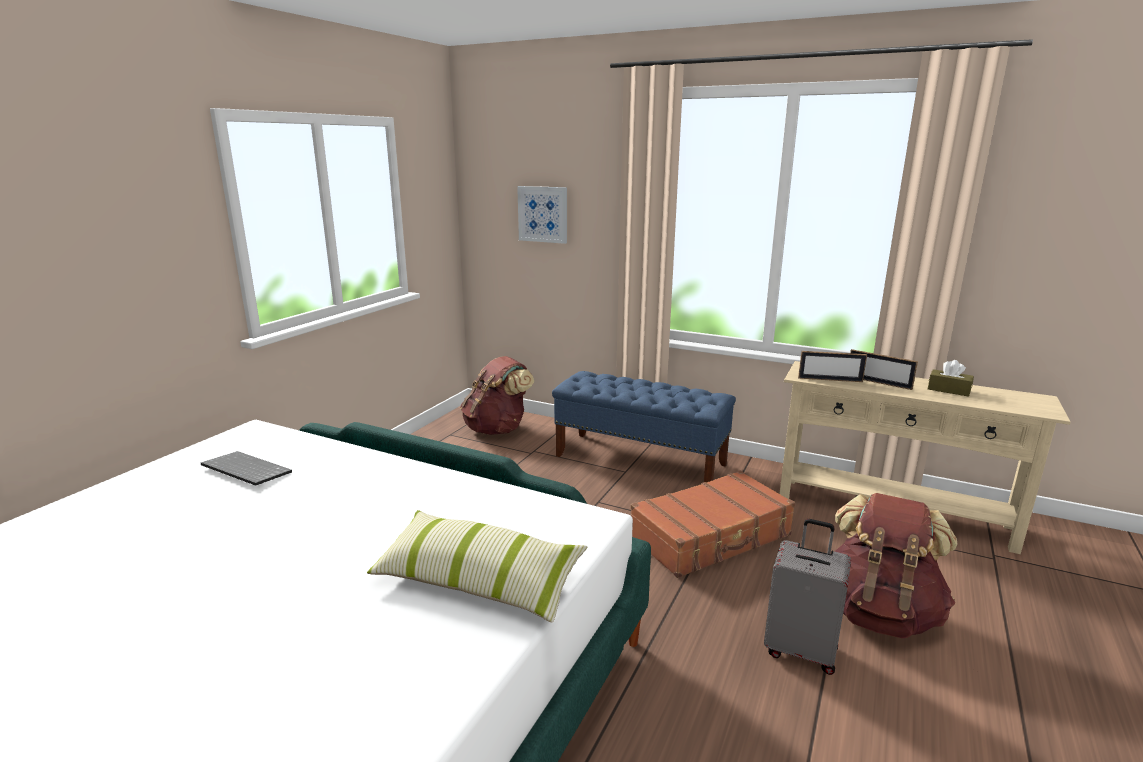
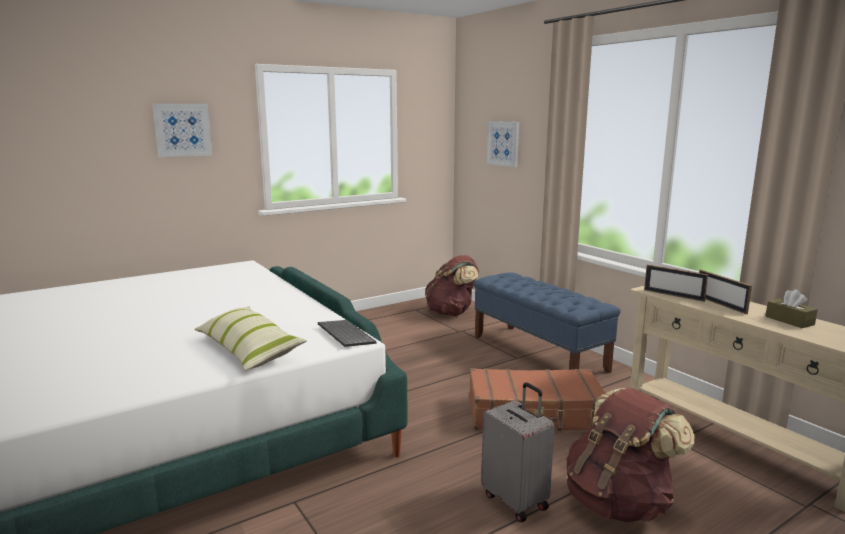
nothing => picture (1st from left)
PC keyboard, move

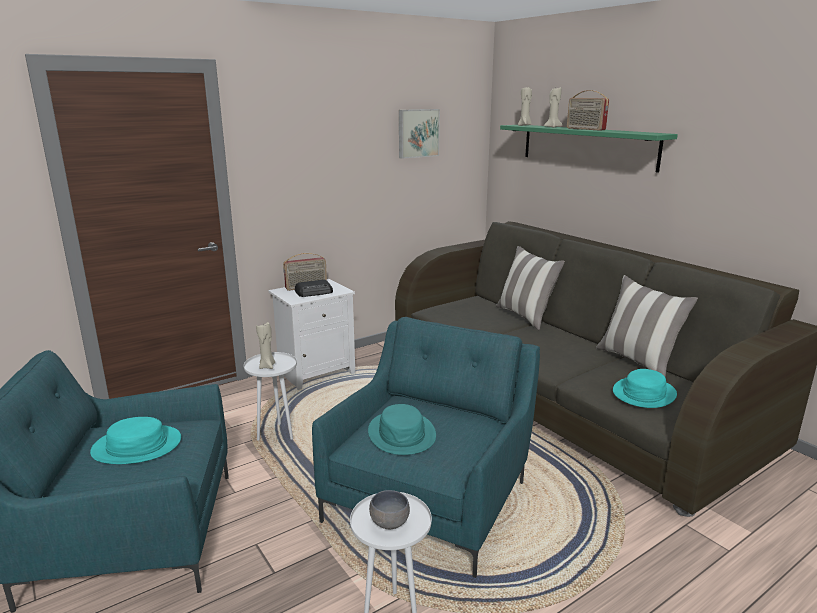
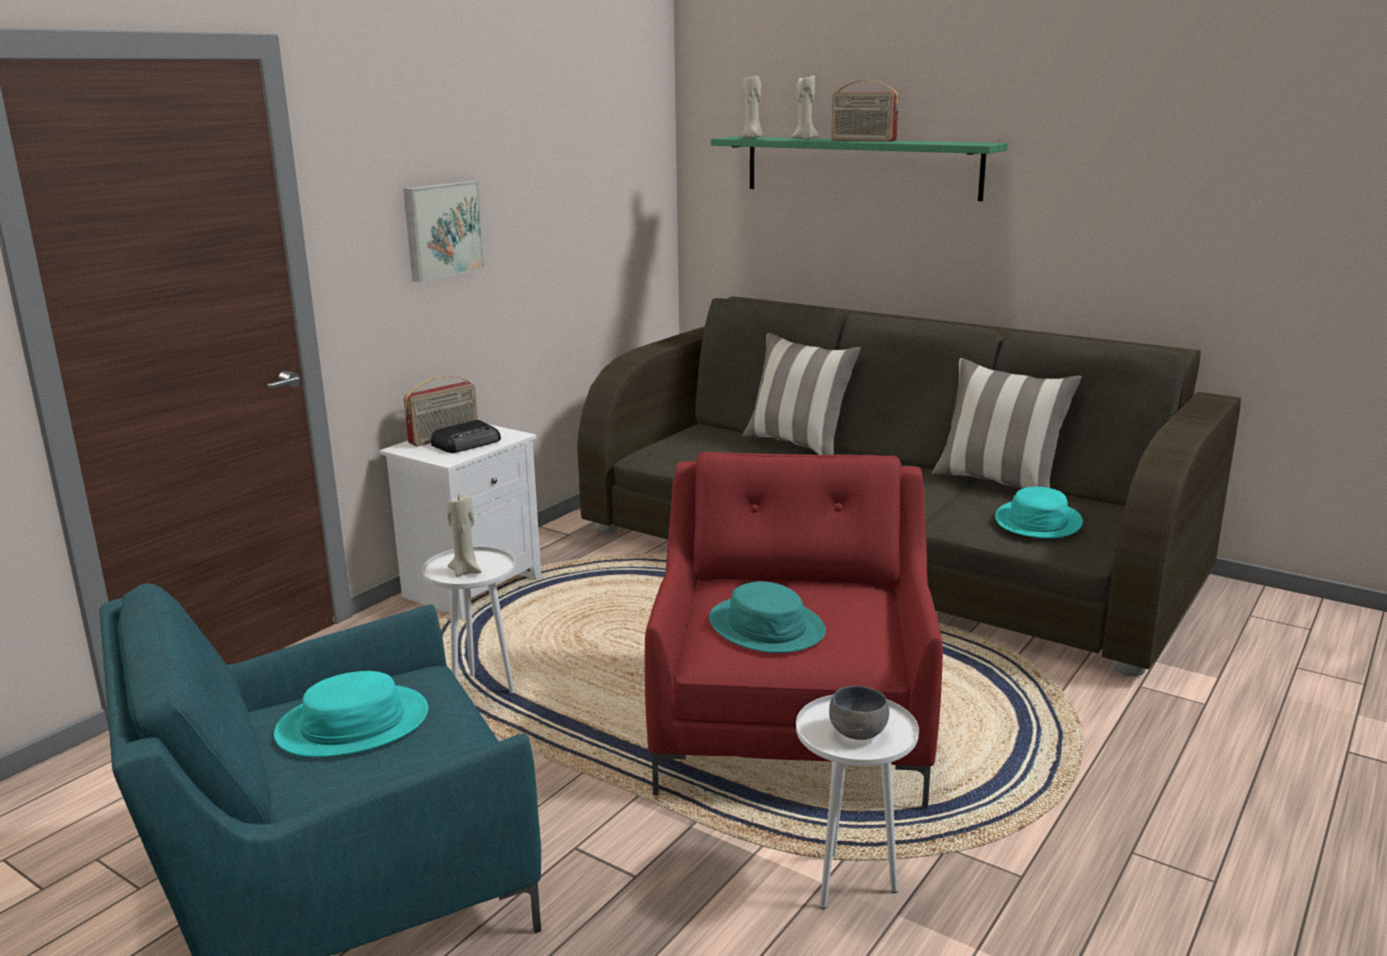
picture, move
blue-green armchair (2nd from left) => reddish armchair

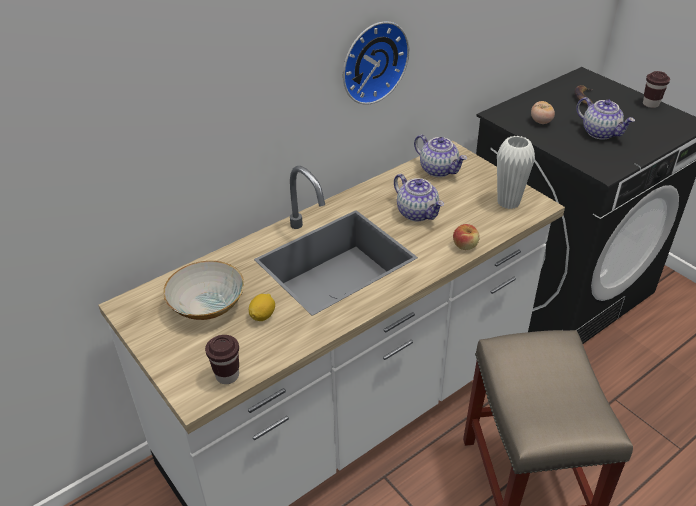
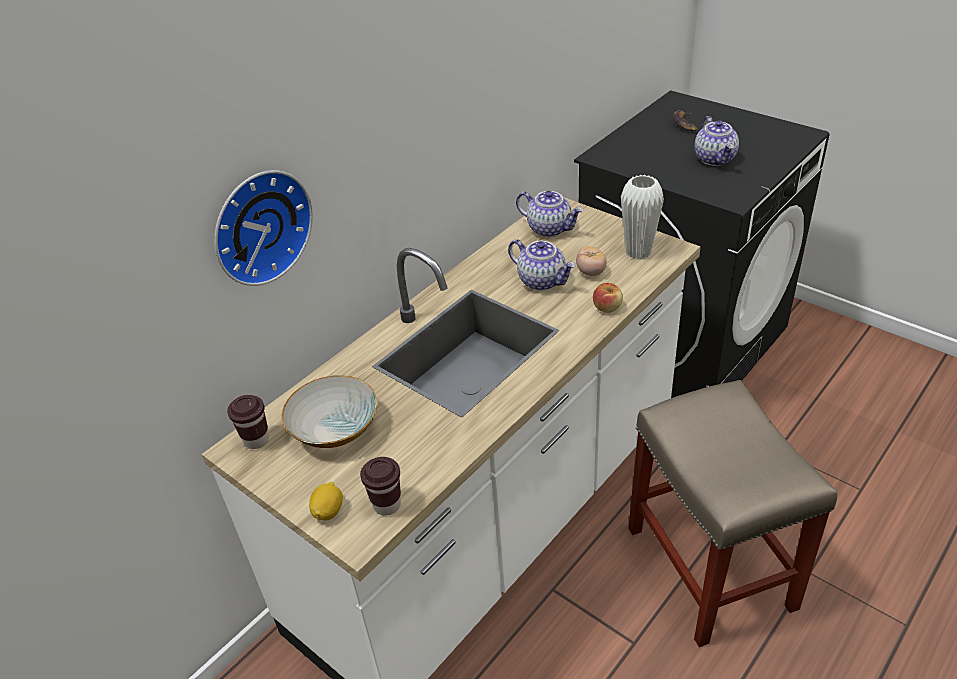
hanging clock, move
brown-coloured cup (2nd from left in the first image) => brown-coloured cup (1st from left), move
whole lemon, move
tomato, move
teapot (3rd from left), 45 degrees clockwise

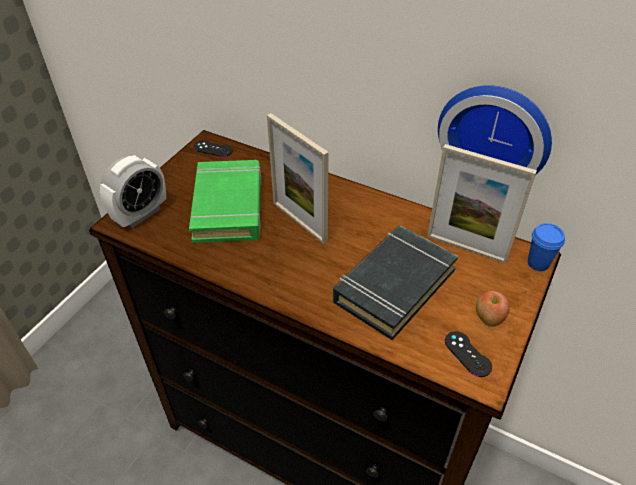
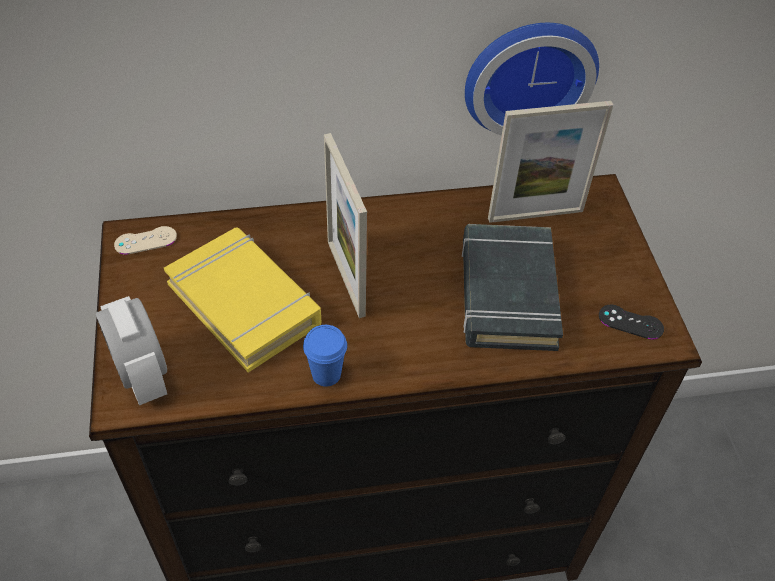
table clock, 150 degrees clockwise
blackish joypad (1st from left) => beige-coloured joypad
green-coloured book => yellowish book
blue cup, move
photo frame (1st from left), 60 degrees clockwise
apple fruit => nothing

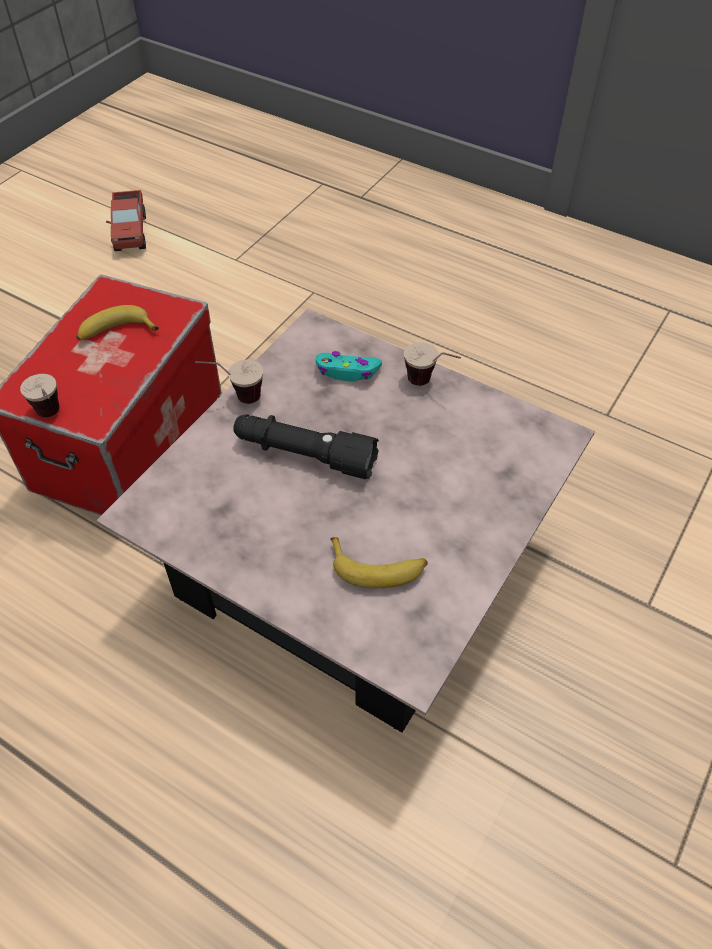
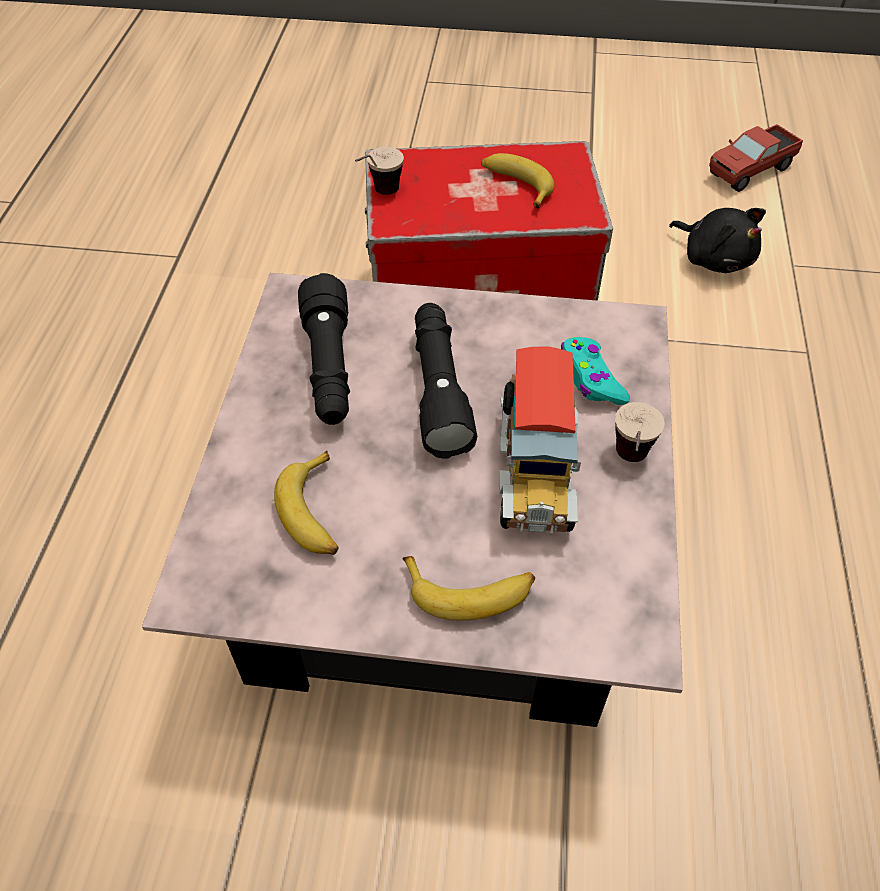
nothing => blackish flashlight (1st from left)
nothing => banana (2nd from left)
nothing => model truck (1st from left)
nothing => blackish soft toy
cup (2nd from left) => nothing

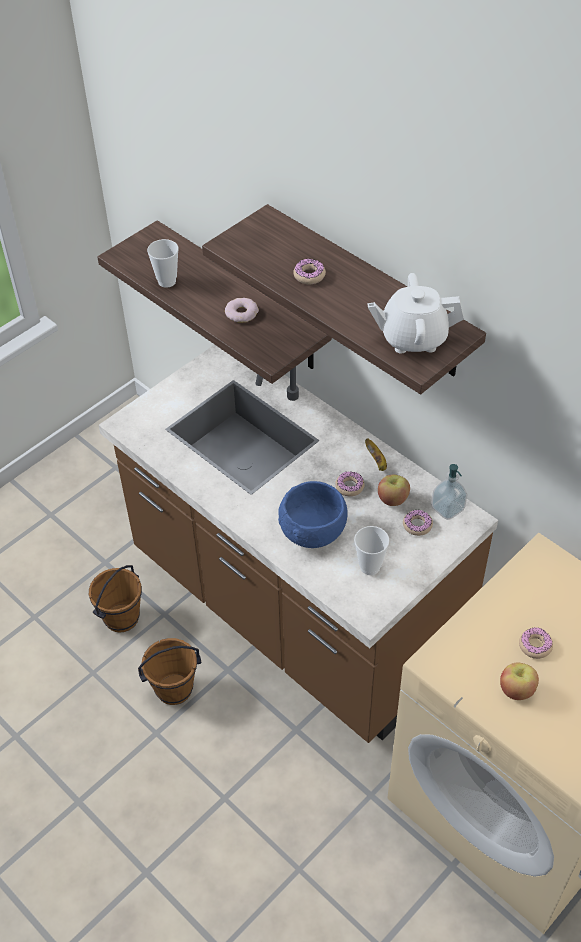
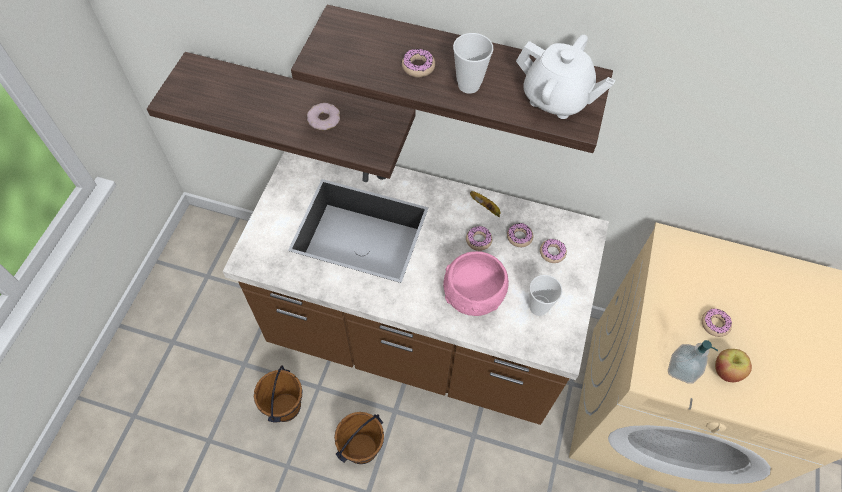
blue deep dish => pink deep dish
cup (1st from left), move
apple fruit (1st from left) => ring doughnut (4th from left)
whitish teapot, 120 degrees counterclockwise
soap dispenser, move

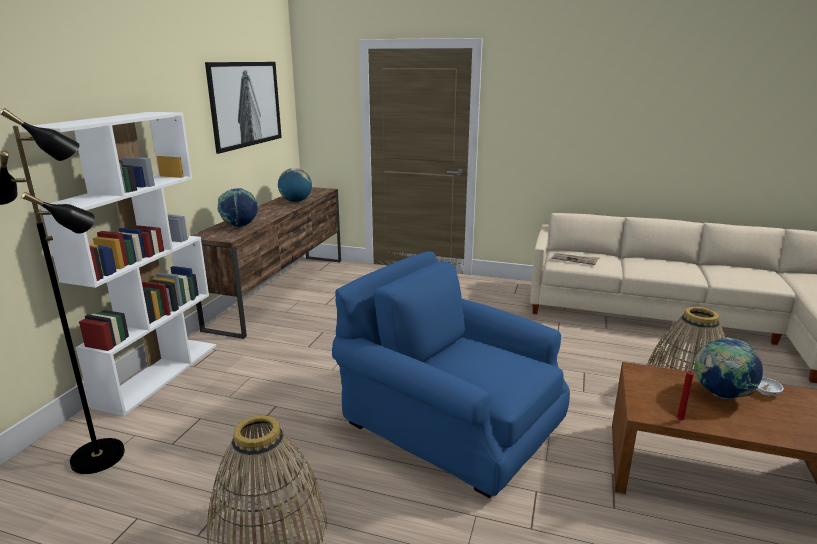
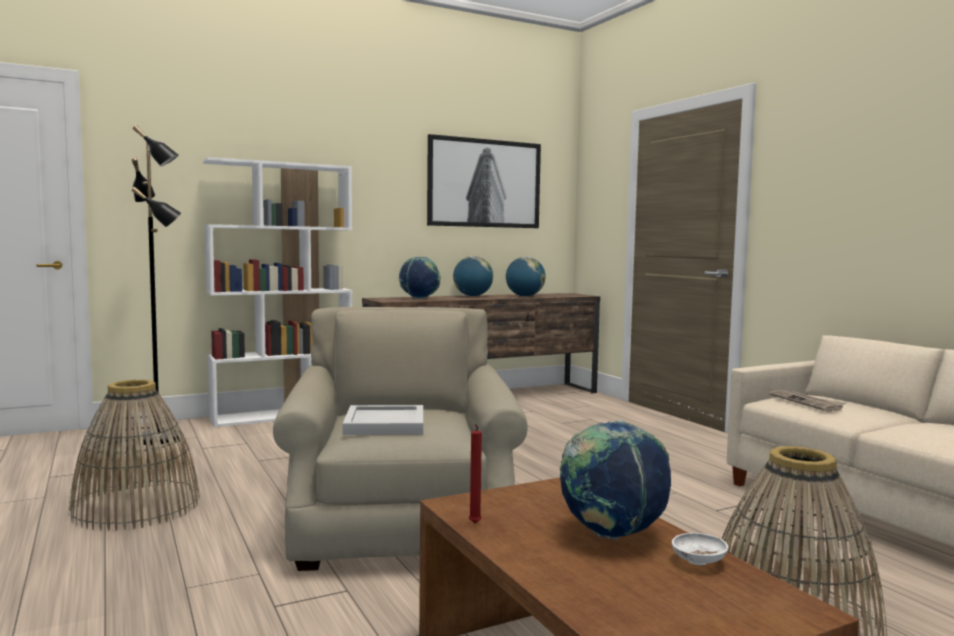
blue armchair => beige-coloured armchair
nothing => whitish carrying tray
nothing => globe (2nd from left)

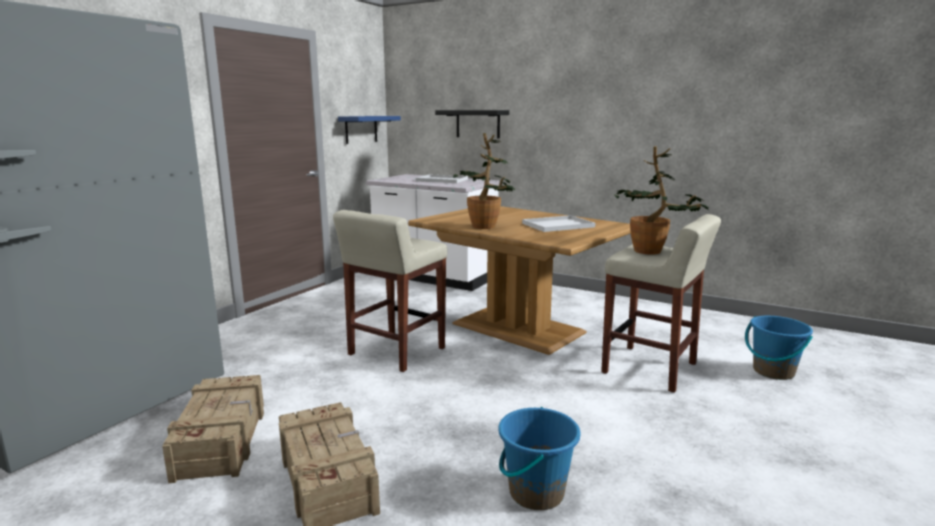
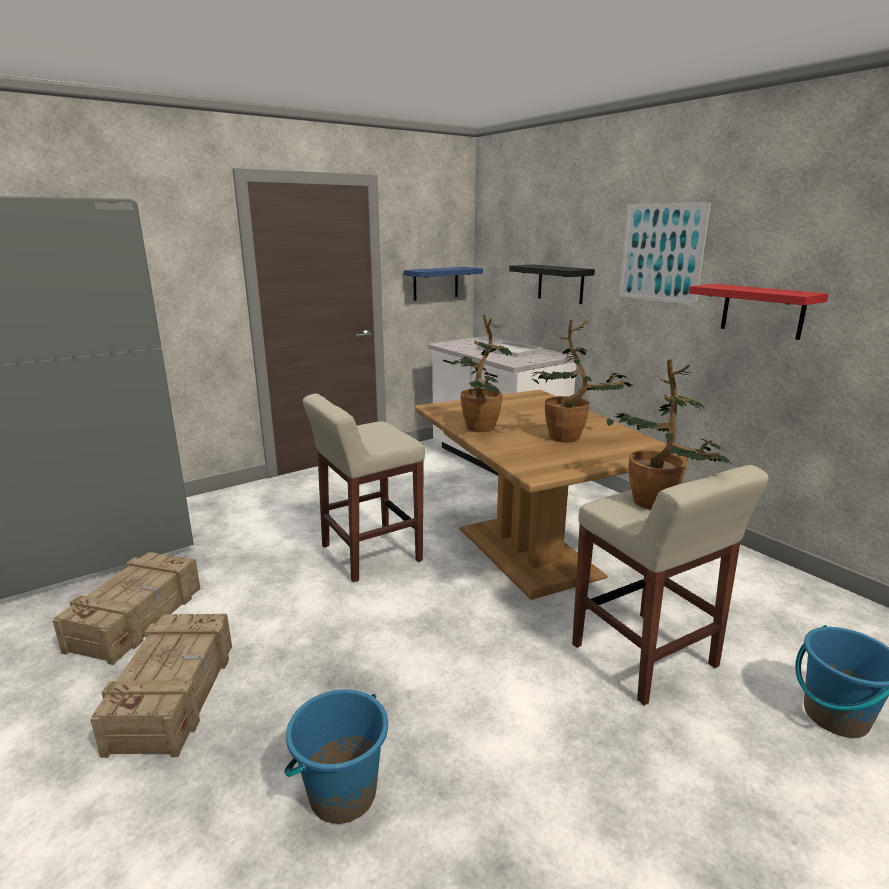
whitish carrying tray (2nd from left) => plant in a pot (2nd from left)
nothing => picture
nothing => reddish bracket shelf

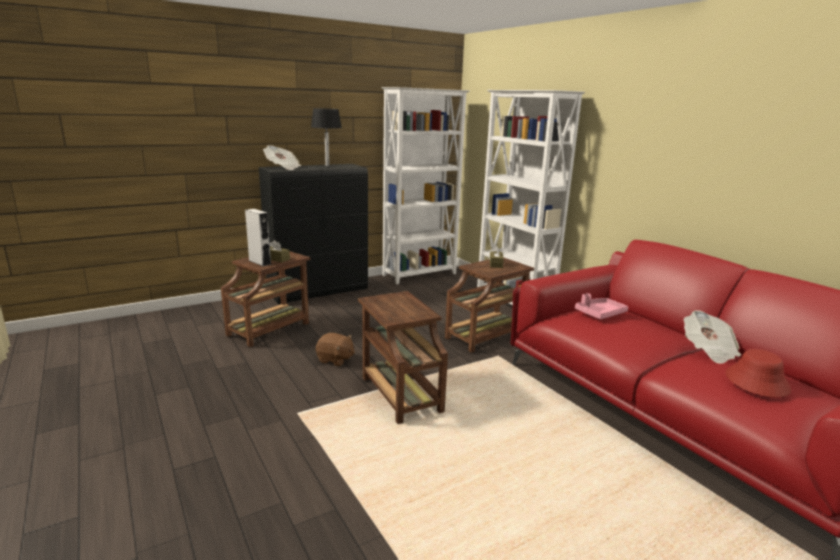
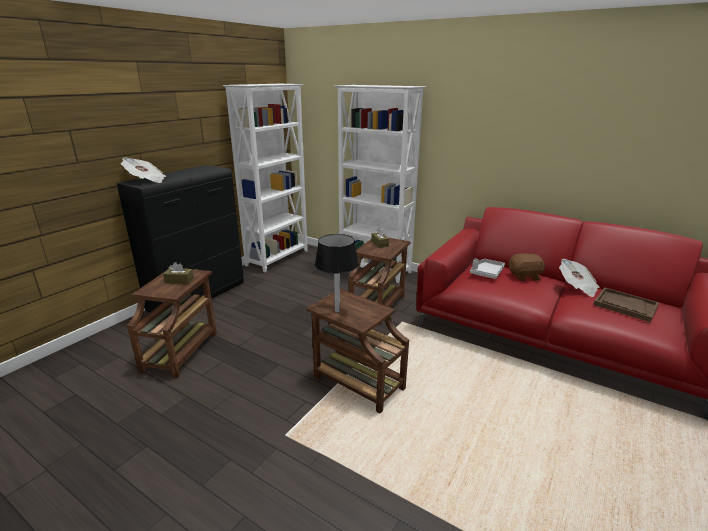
blackish lamp for a table, move
pink carrying tray => greyish carrying tray
brown-coloured soft toy, move
reddish clothing hat => brown-coloured carrying tray
greyish audio speaker => nothing

